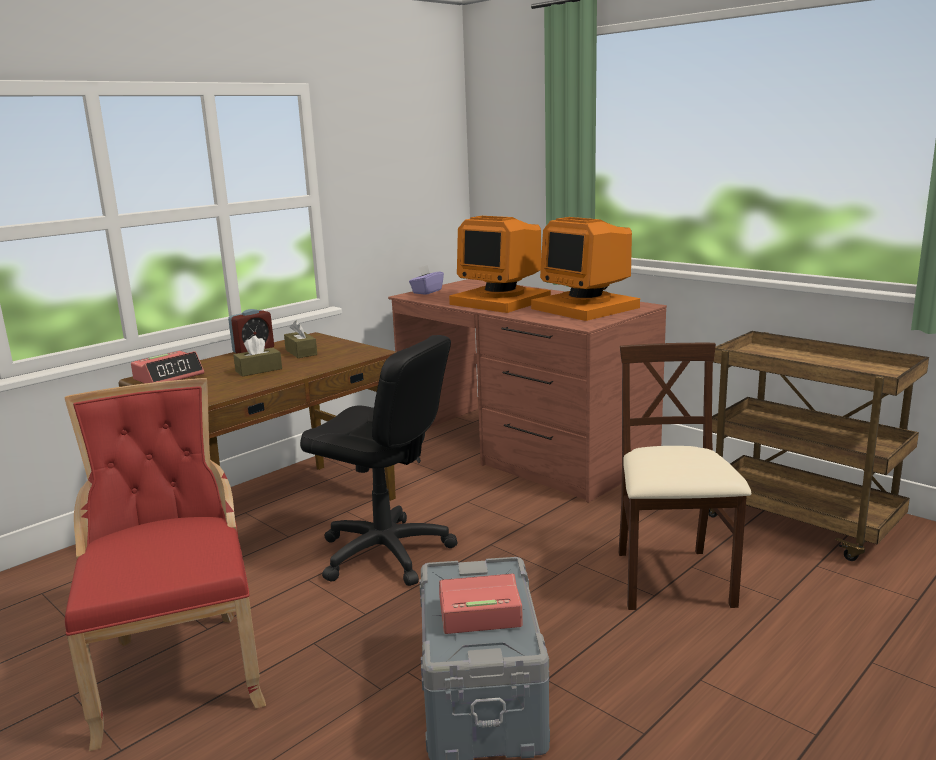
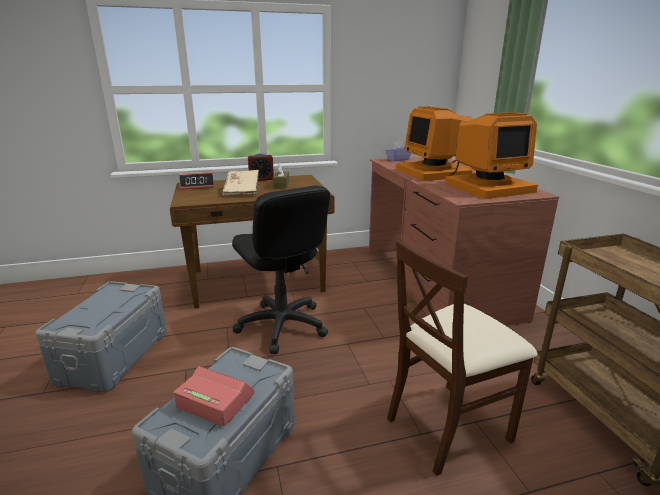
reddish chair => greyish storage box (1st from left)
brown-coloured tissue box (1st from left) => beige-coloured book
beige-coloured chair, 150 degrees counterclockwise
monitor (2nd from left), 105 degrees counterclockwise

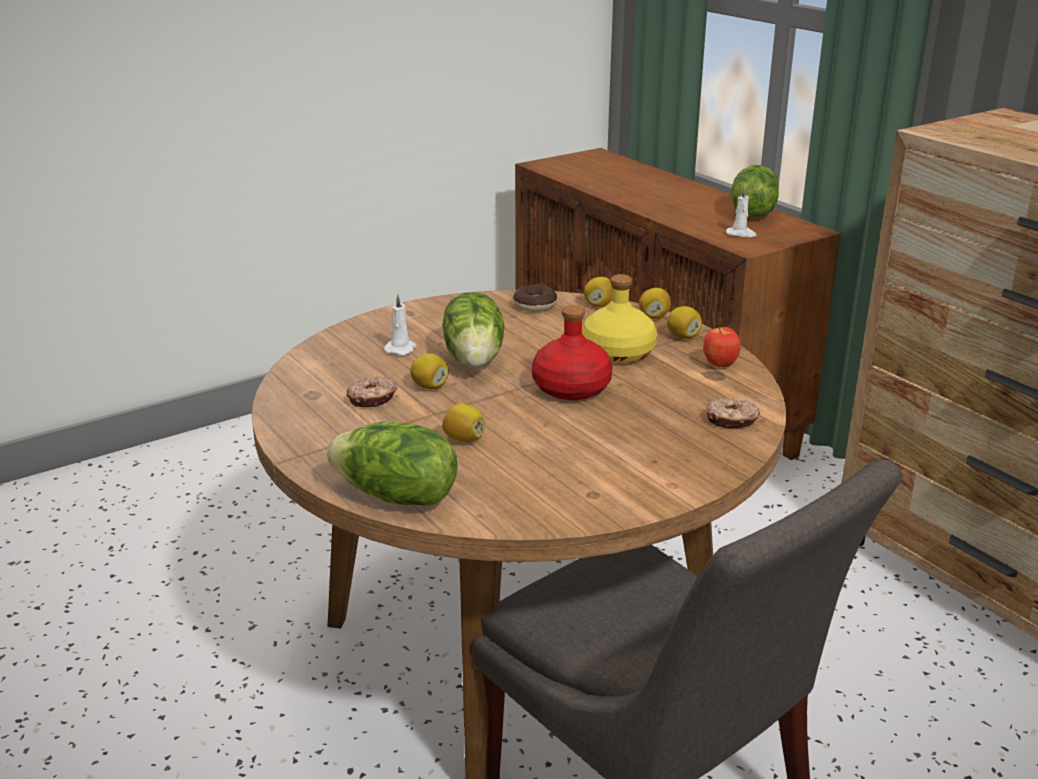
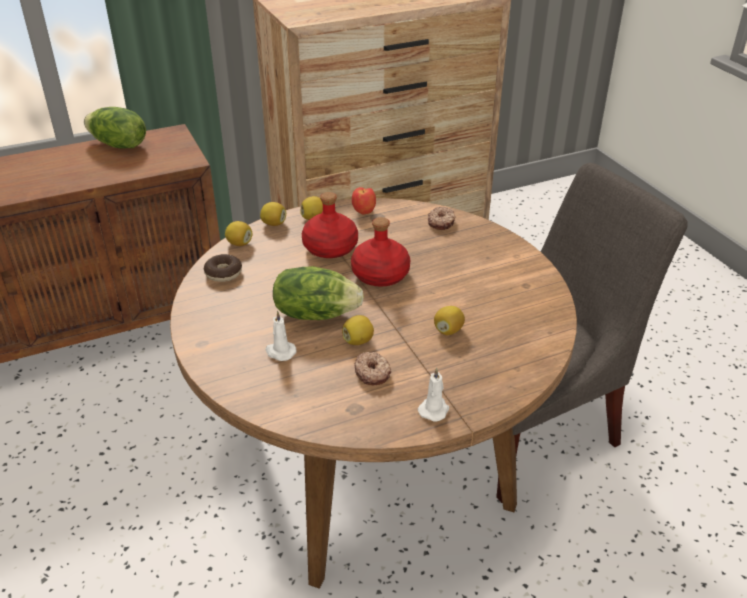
yellowish bottle => reddish bottle (1st from left)
whitish candle (2nd from left), move
lettuce (1st from left) => nothing

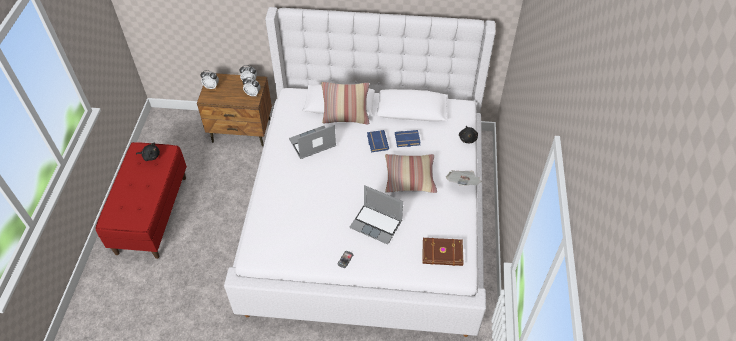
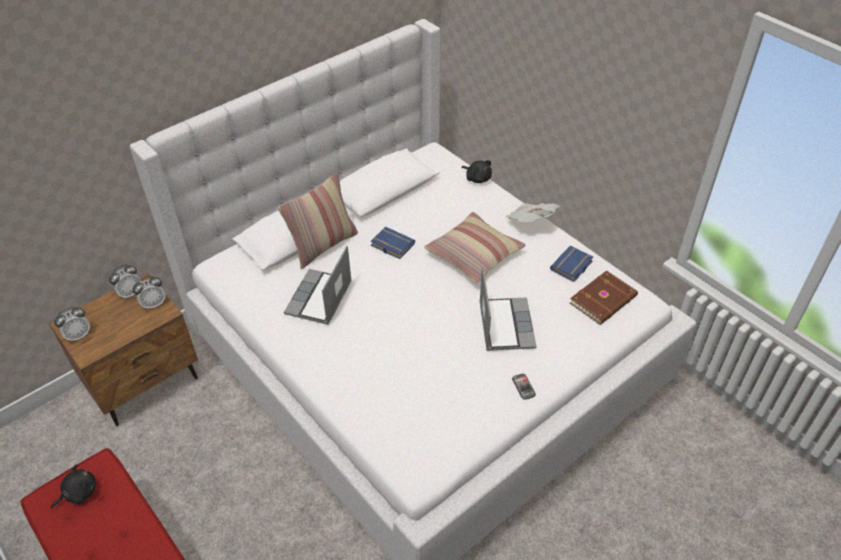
portable computer (2nd from left), 75 degrees counterclockwise
blue book (2nd from left), move

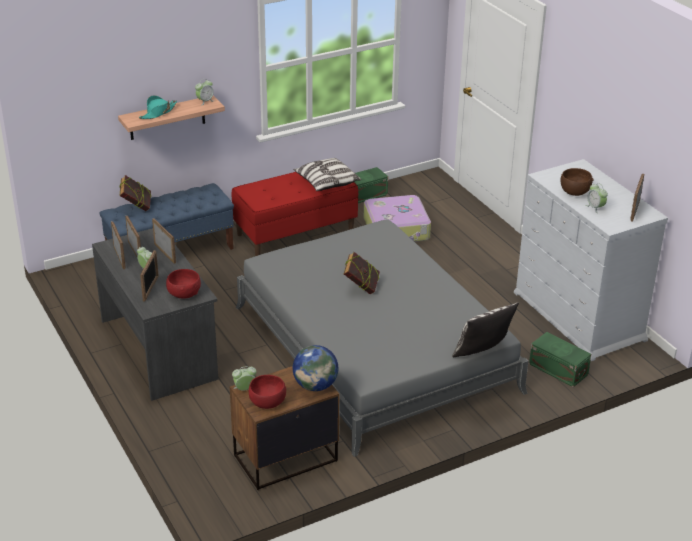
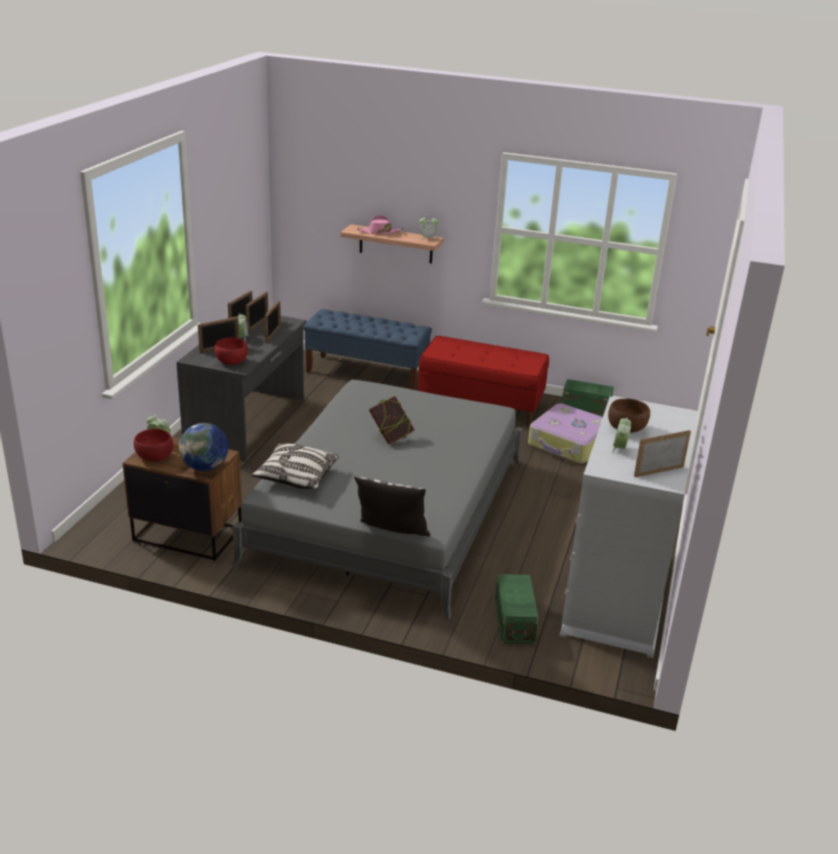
pillow (1st from left), move
blue-green clothing hat => pink clothing hat
book (1st from left) => nothing

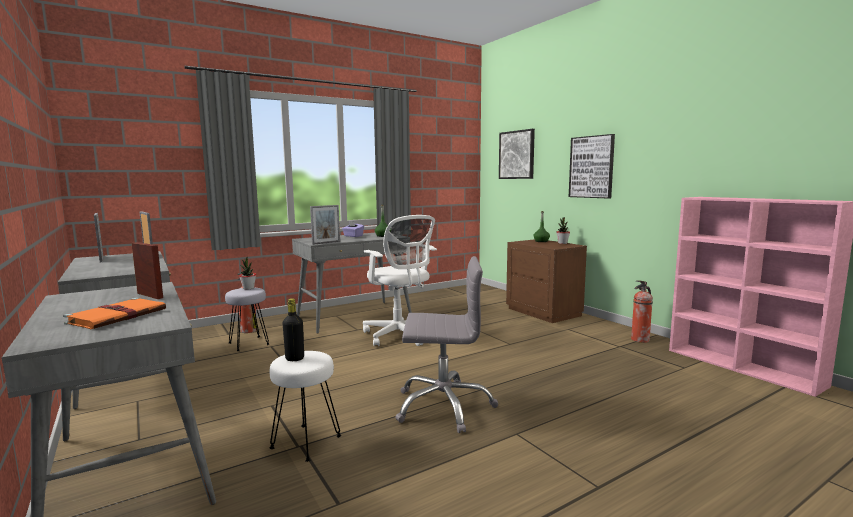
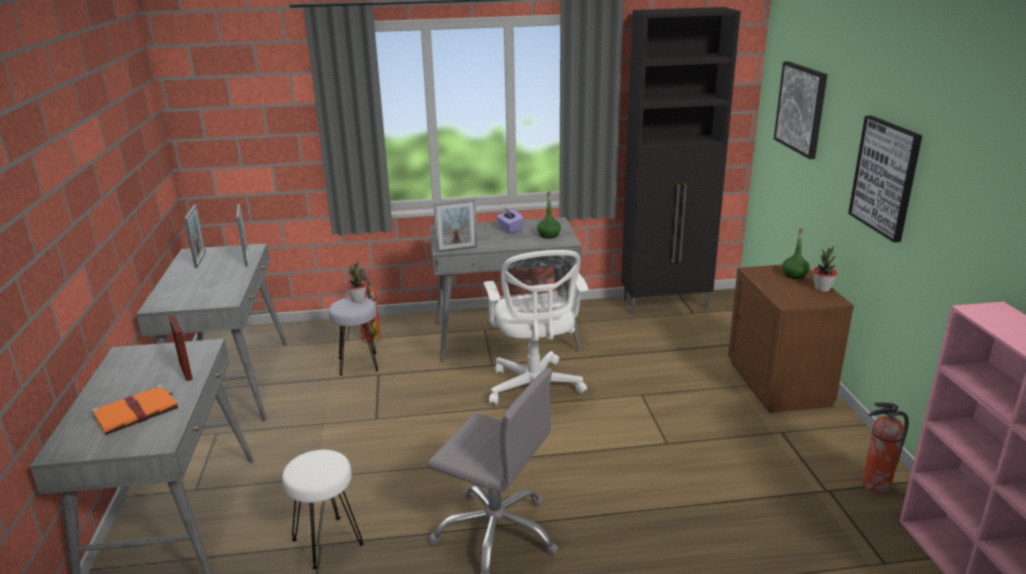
nothing => blackish storage cabinet
blackish bottle => nothing

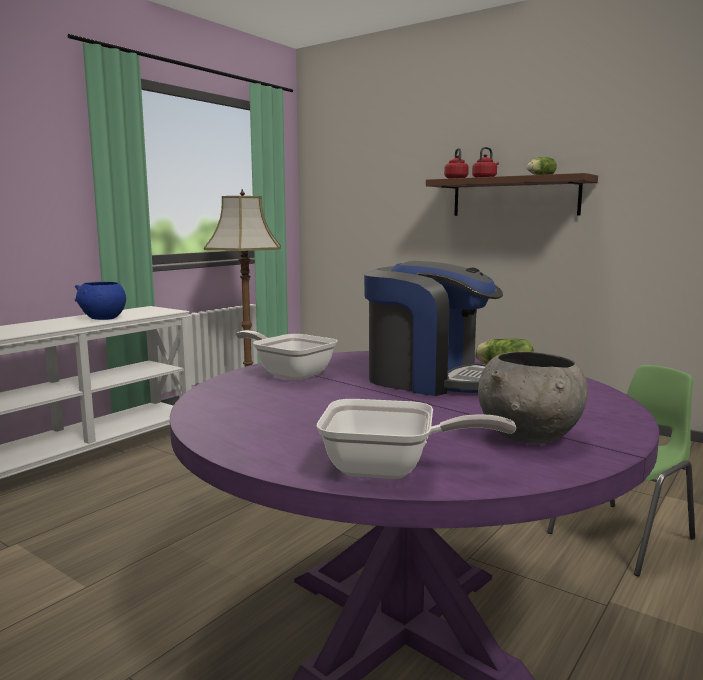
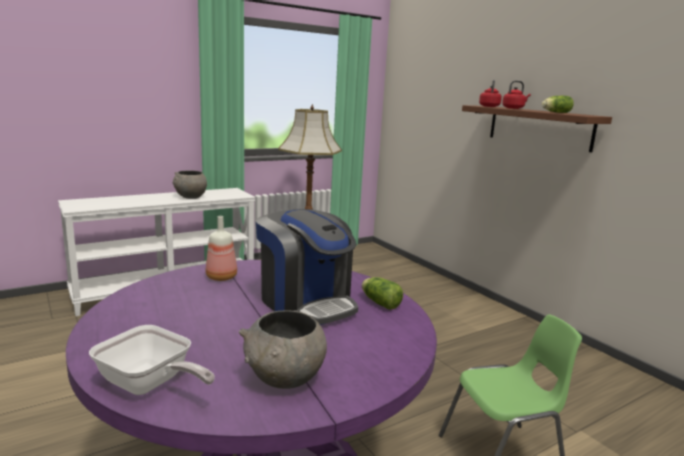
blue deep dish => greyish deep dish (1st from left)
frying pan (1st from left) => bottle

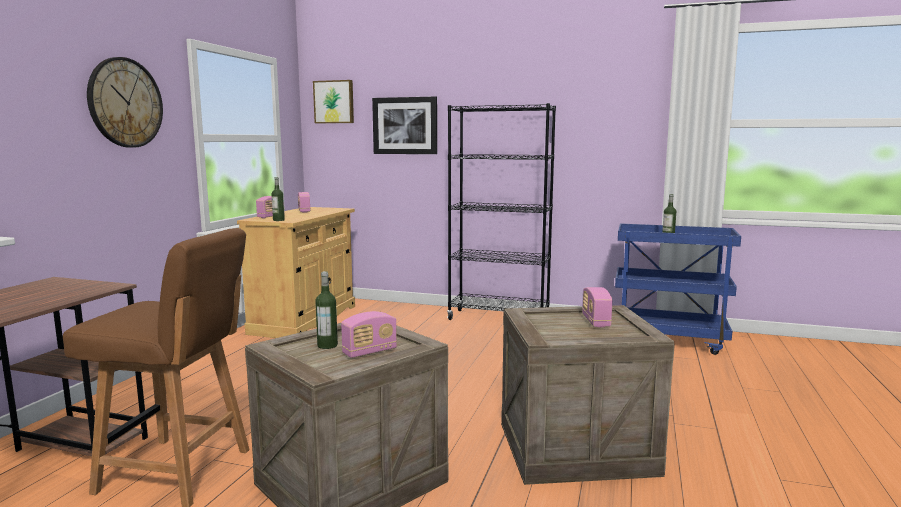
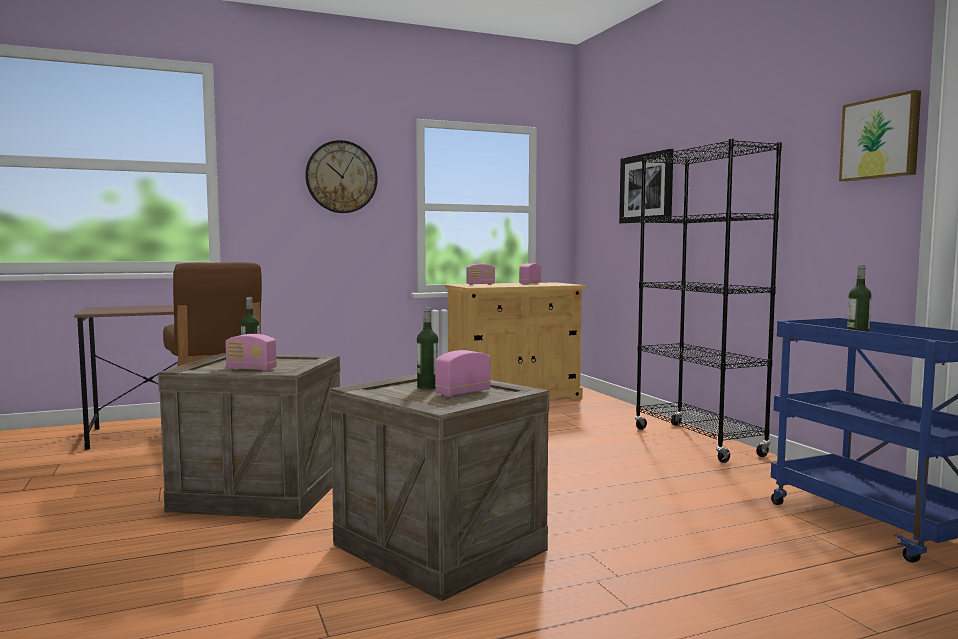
bottle (1st from left in the first image) => bottle (2nd from left), move
picture (1st from left in the first image) => picture (2nd from left), move

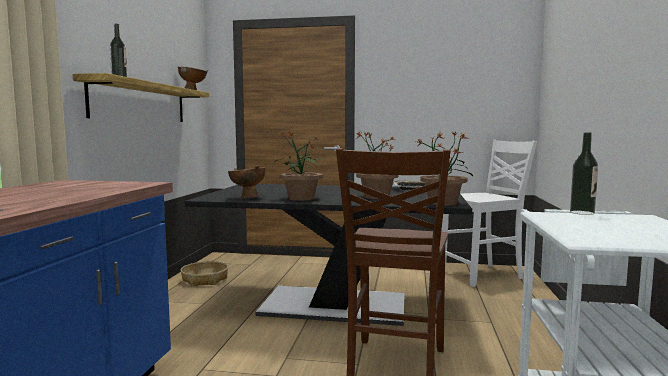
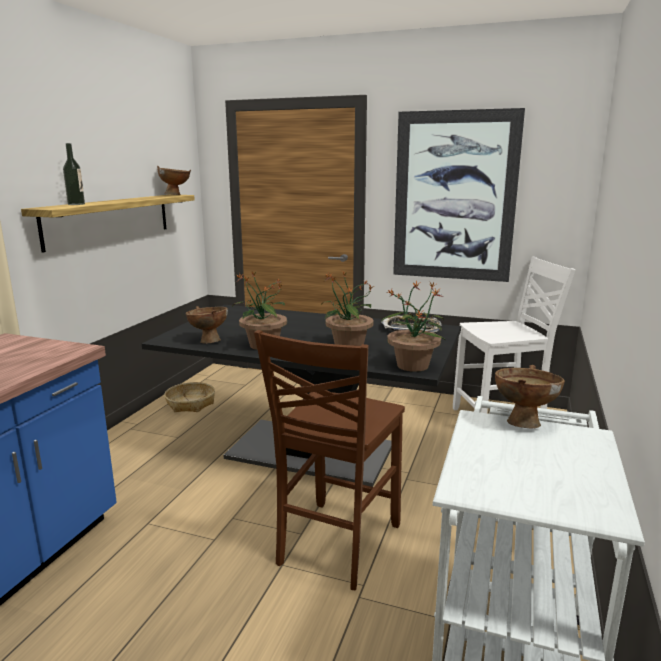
nothing => picture
bottle (2nd from left) => brown-coloured deep dish (3rd from left)

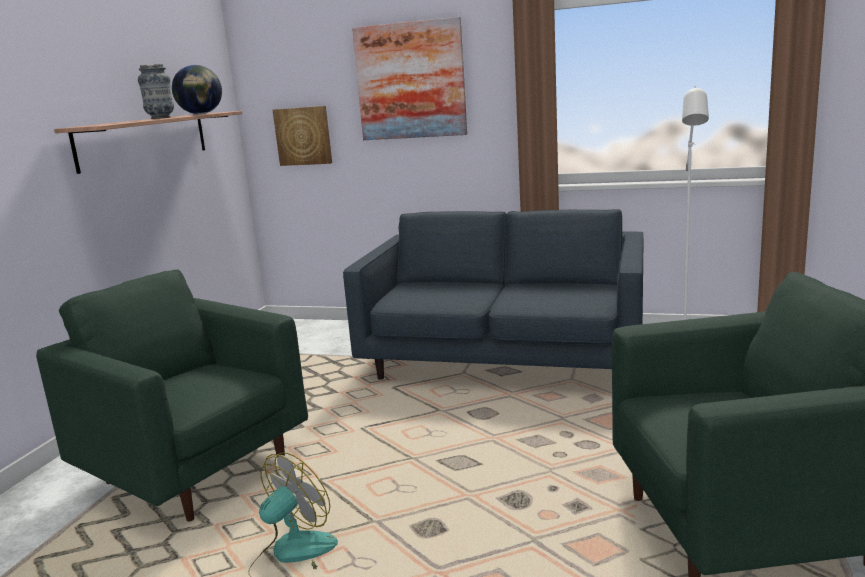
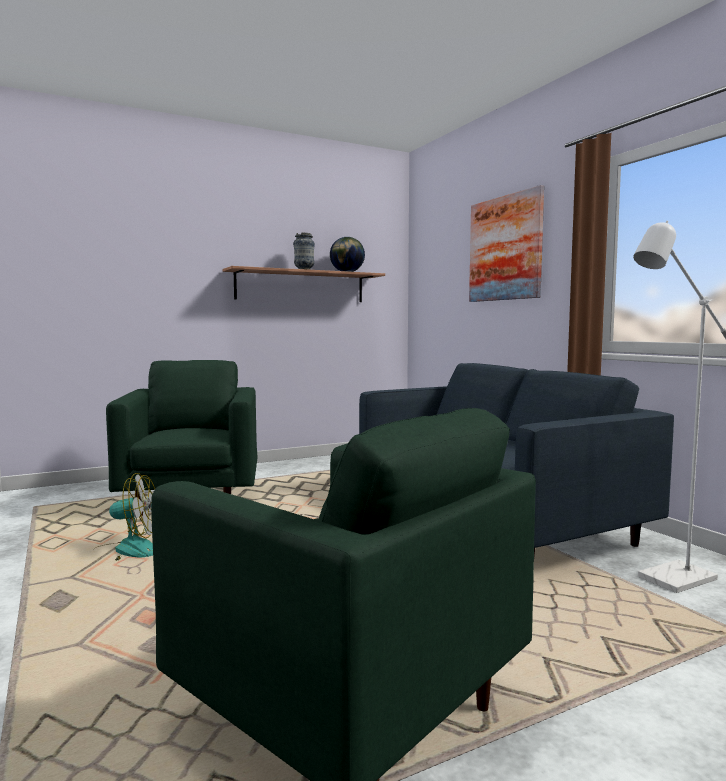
picture (1st from left) => nothing

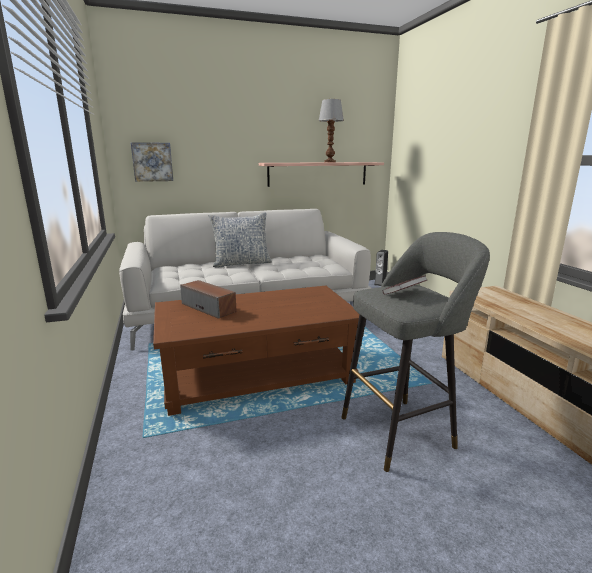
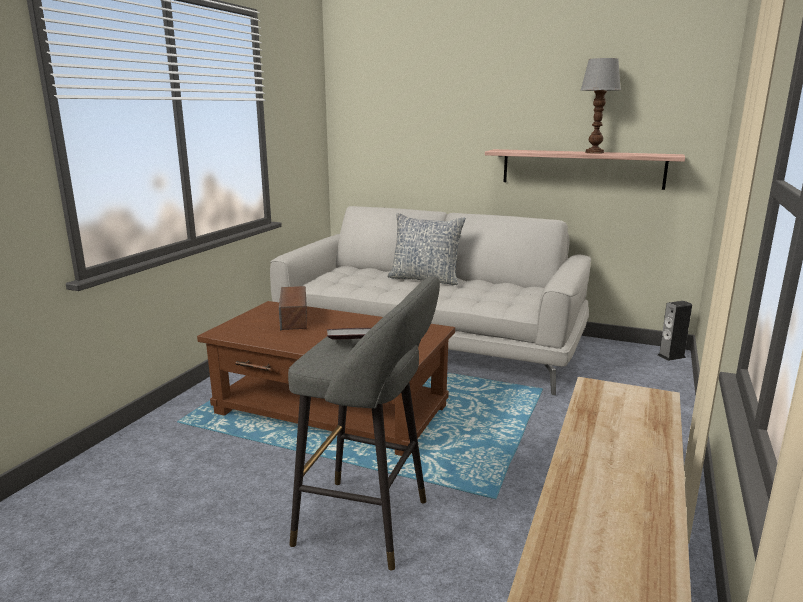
picture => nothing

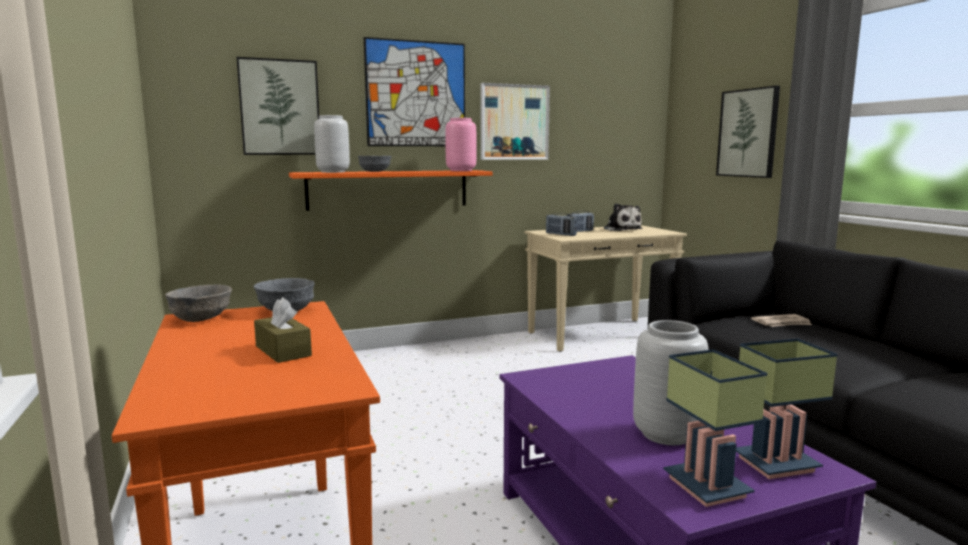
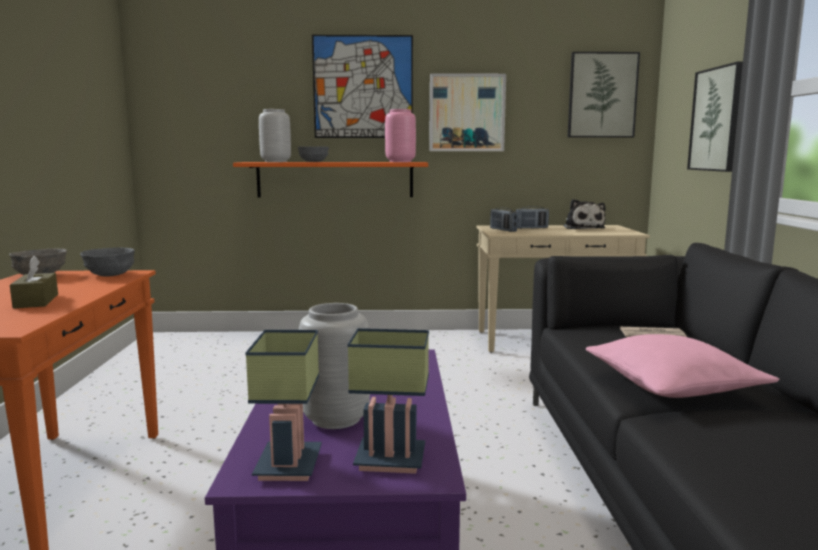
picture (1st from left in the first image) => picture (3rd from left), move
nothing => pink pillow

